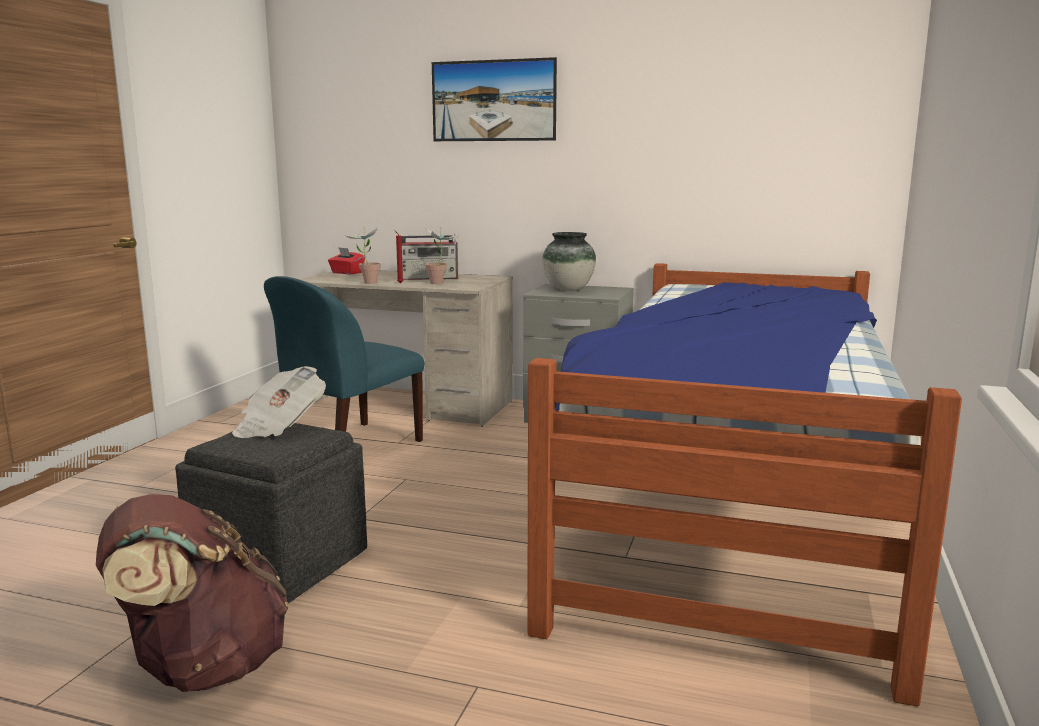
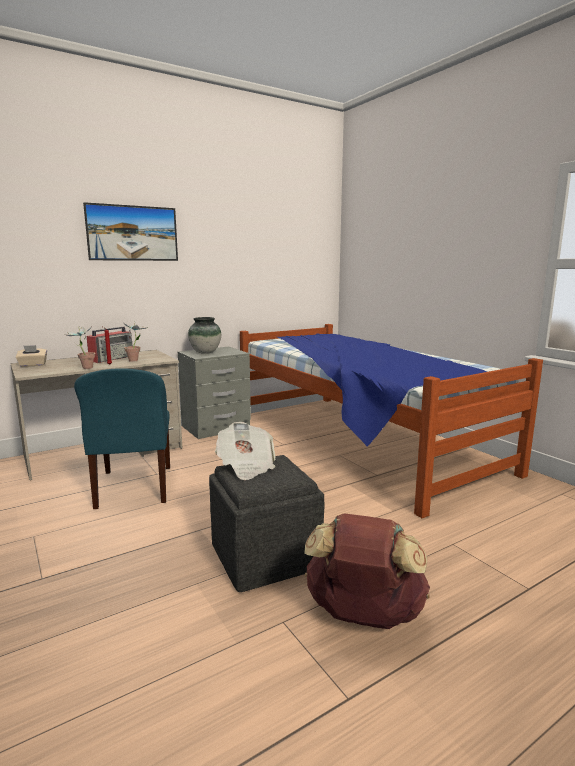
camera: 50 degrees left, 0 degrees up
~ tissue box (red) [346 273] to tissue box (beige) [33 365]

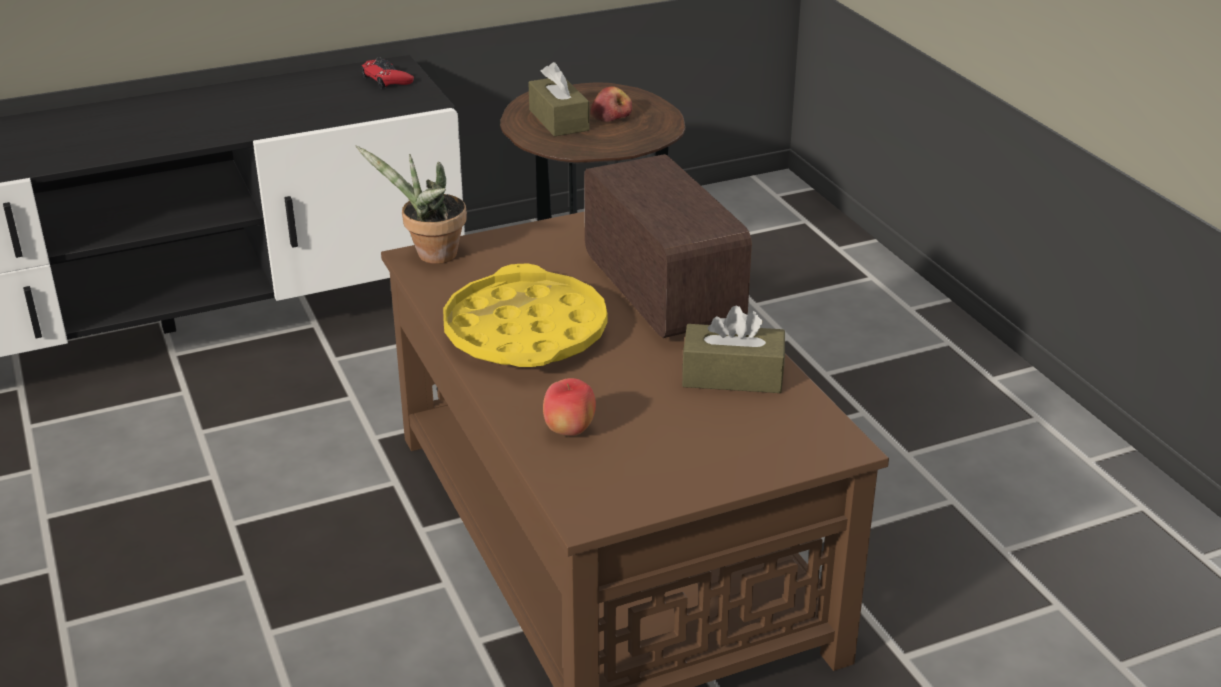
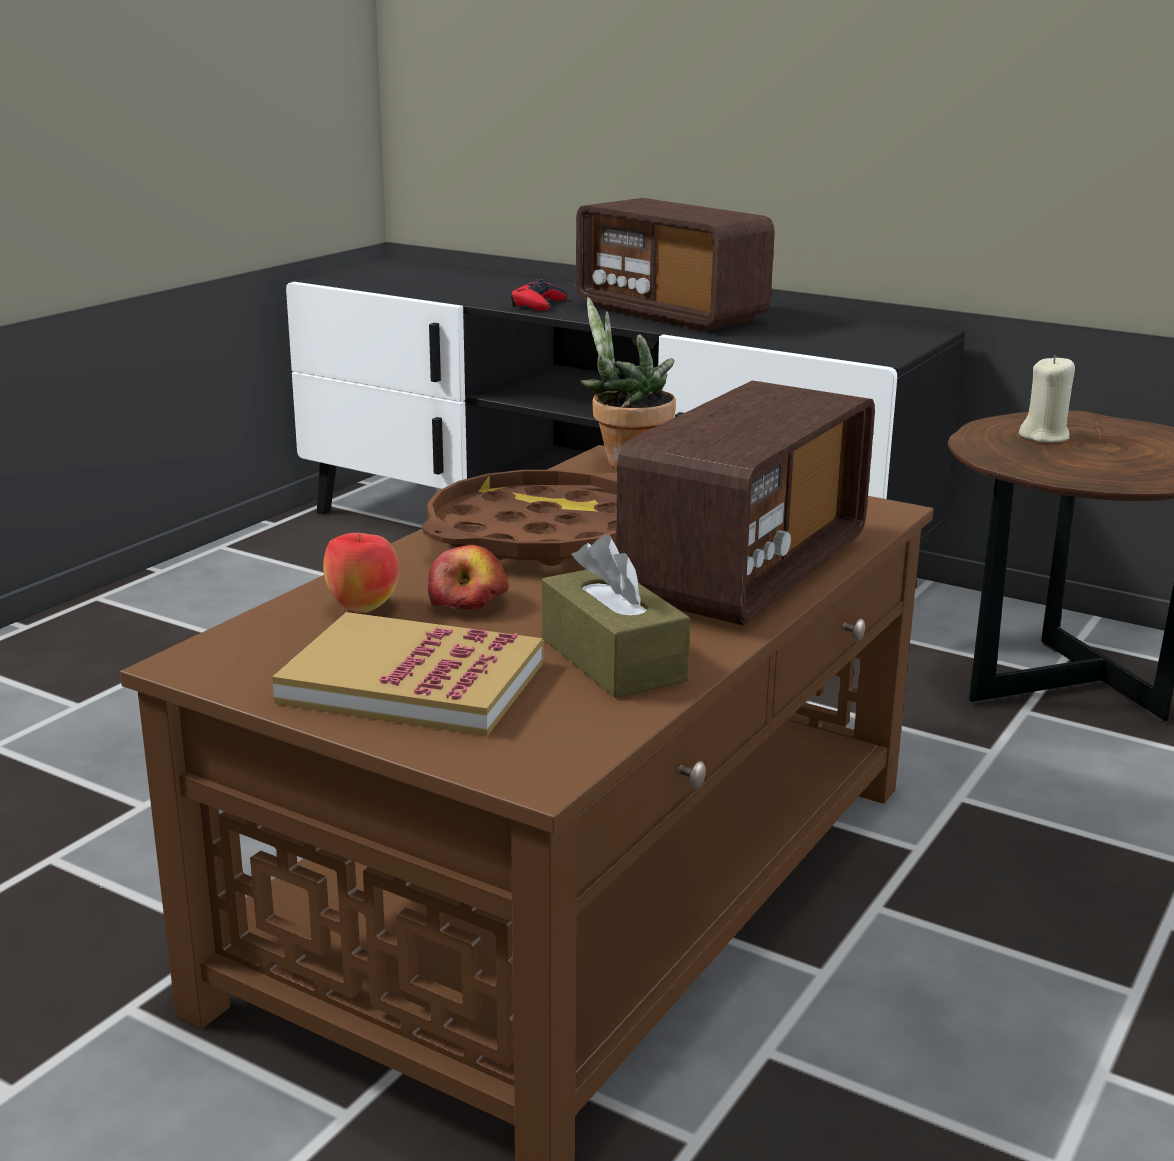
camera: 55 degrees right, 10 degrees down
+ book [413 682]
~ tray (yellow) [525 333] to tray (brown) [539 536]
~ apple [611 116] to [469 603]
~ game controller (red) [386 79] to [538 304]
+ radio [670 313]
~ tissue box (brown) [559 120] to candle (beige) [1044 436]

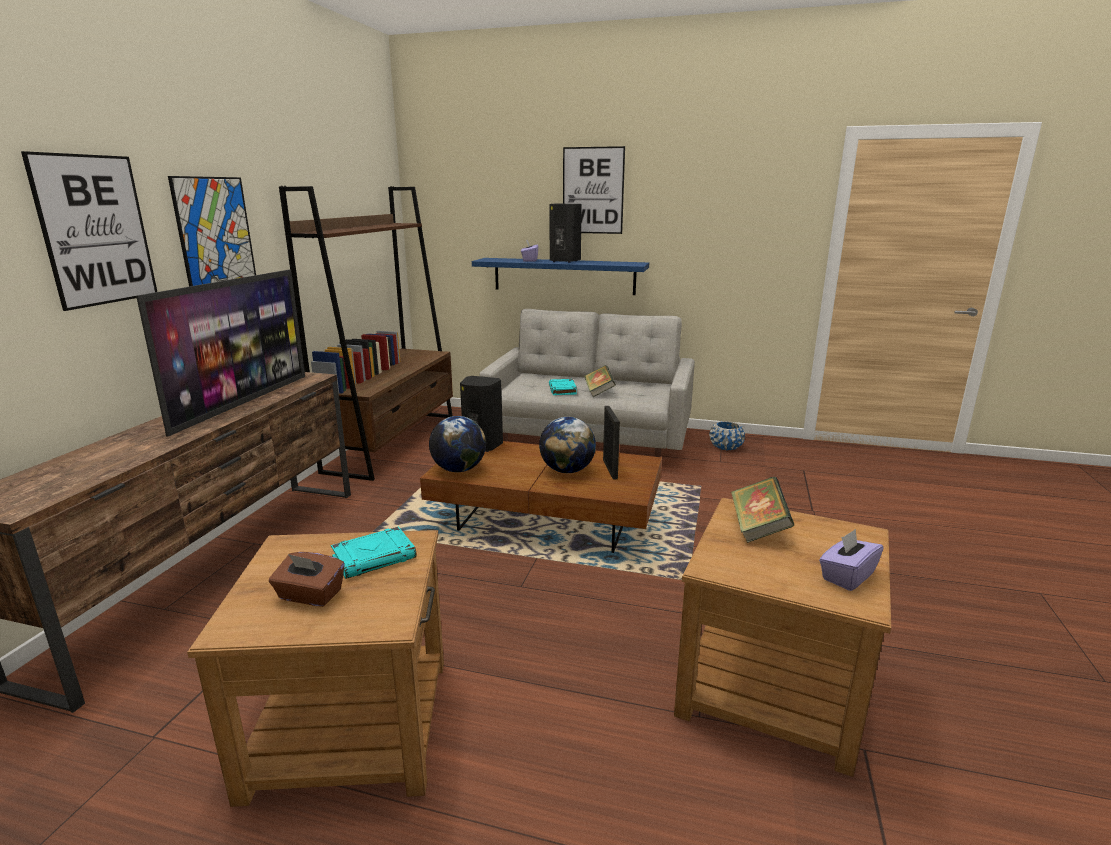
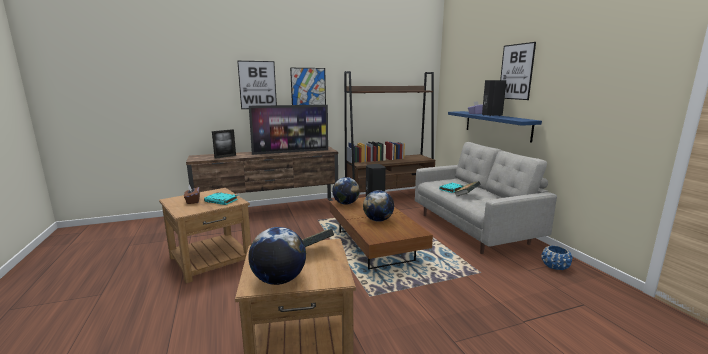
camera: 55 degrees right, 5 degrees down
~ picture frame [610 469] to [225 157]
~ tissue box (purple) [847 576] to globe [279 280]

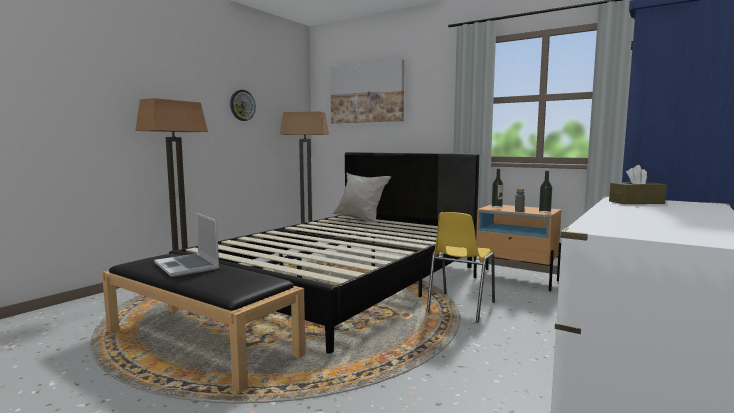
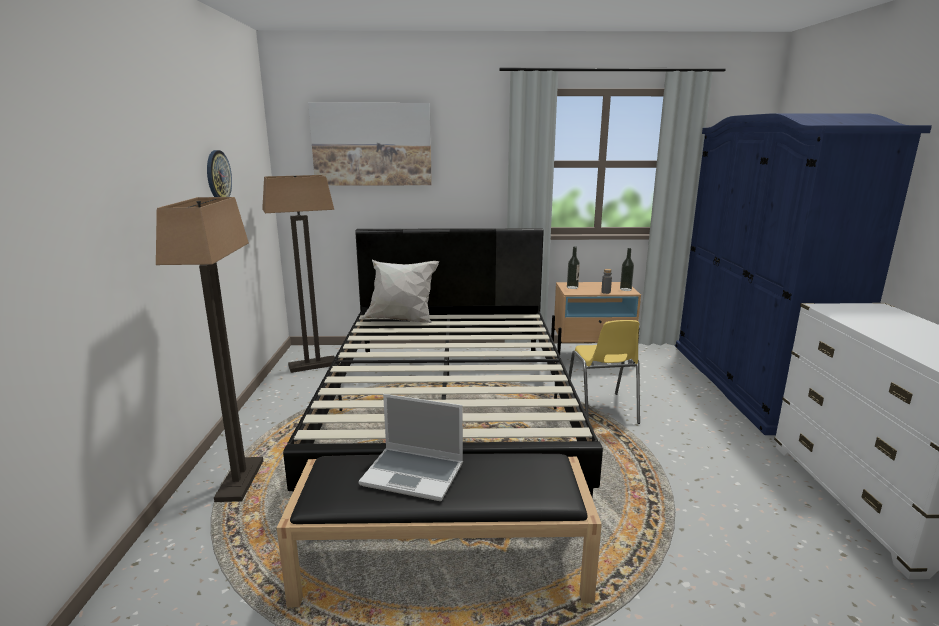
camera: 35 degrees left, 10 degrees up
- tissue box (brown) [636 202]

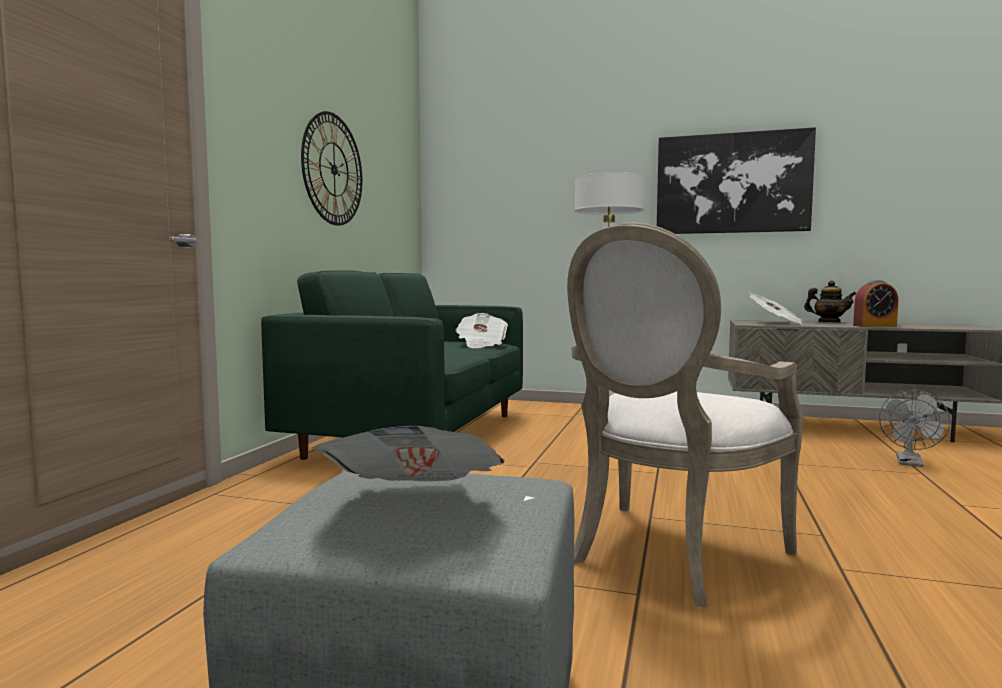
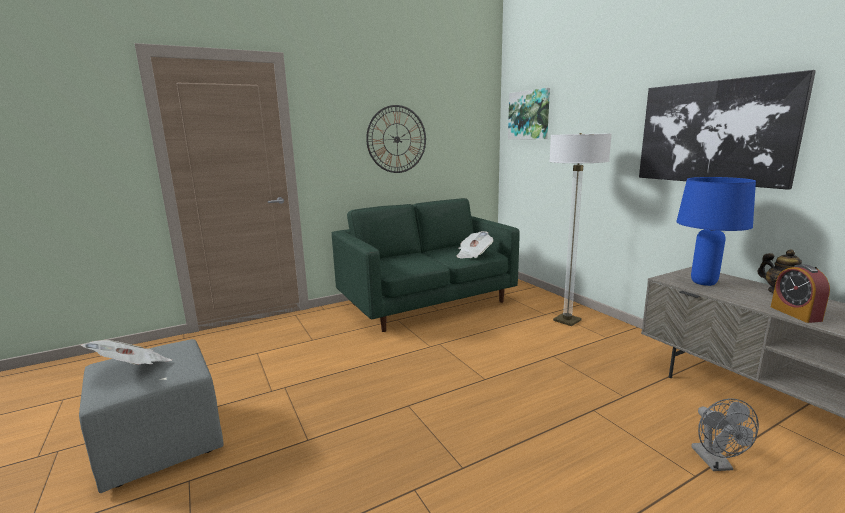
camera: 45 degrees right, 10 degrees up
+ picture [529 115]
~ newspaper [776 323] to table lamp (blue) [704 283]
~ fan (grey) [910 463] = [716 463] 75 degrees counterclockwise
~ alarm clock [874 326] = [795 313] 45 degrees clockwise
- armchair [665 555]

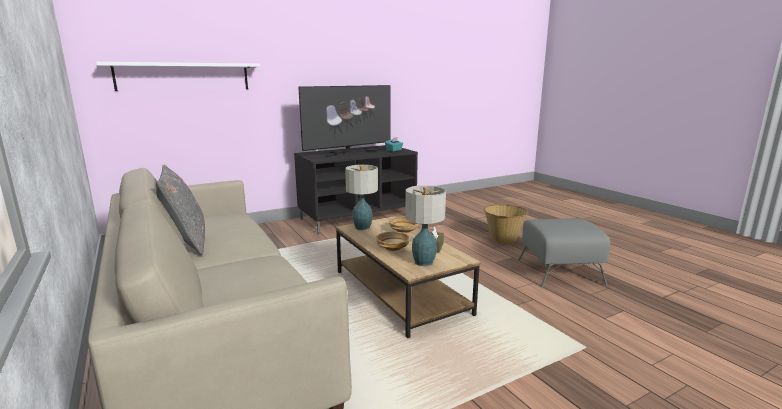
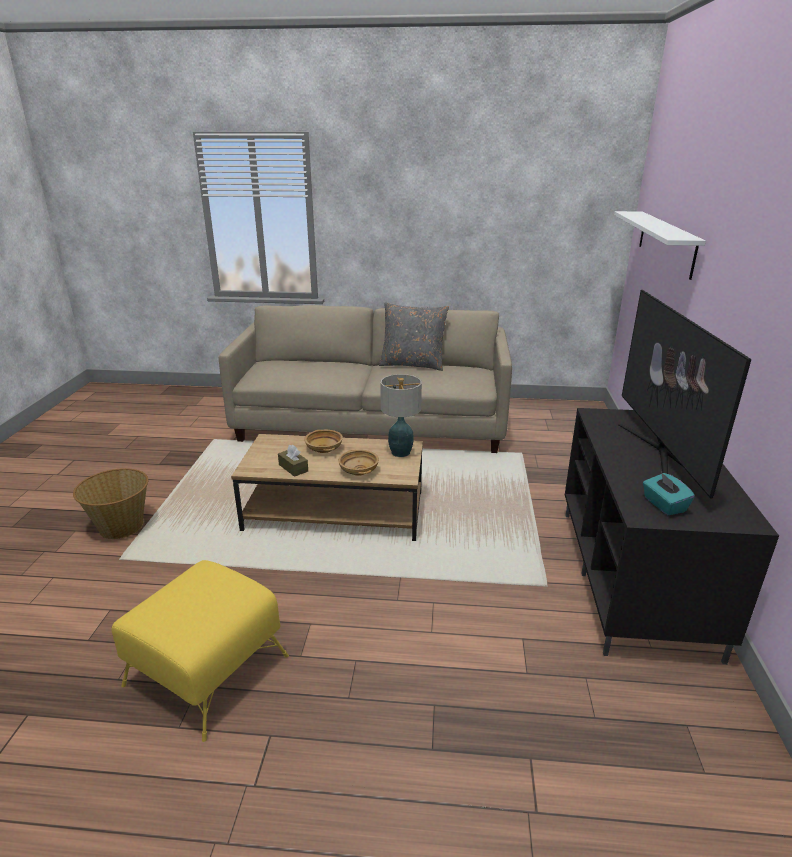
camera: 125 degrees right, 10 degrees up
~ basket [503 239] to [121 526]
~ ottoman (grey) [560 271] to ottoman (yellow) [206 671]
- table lamp [424 262]

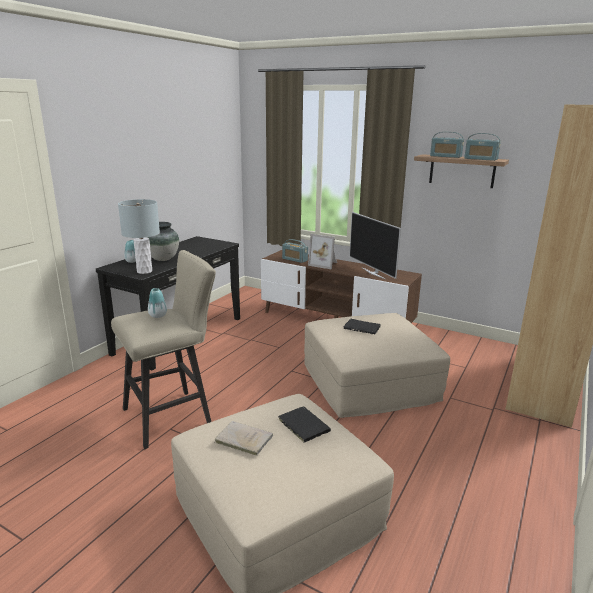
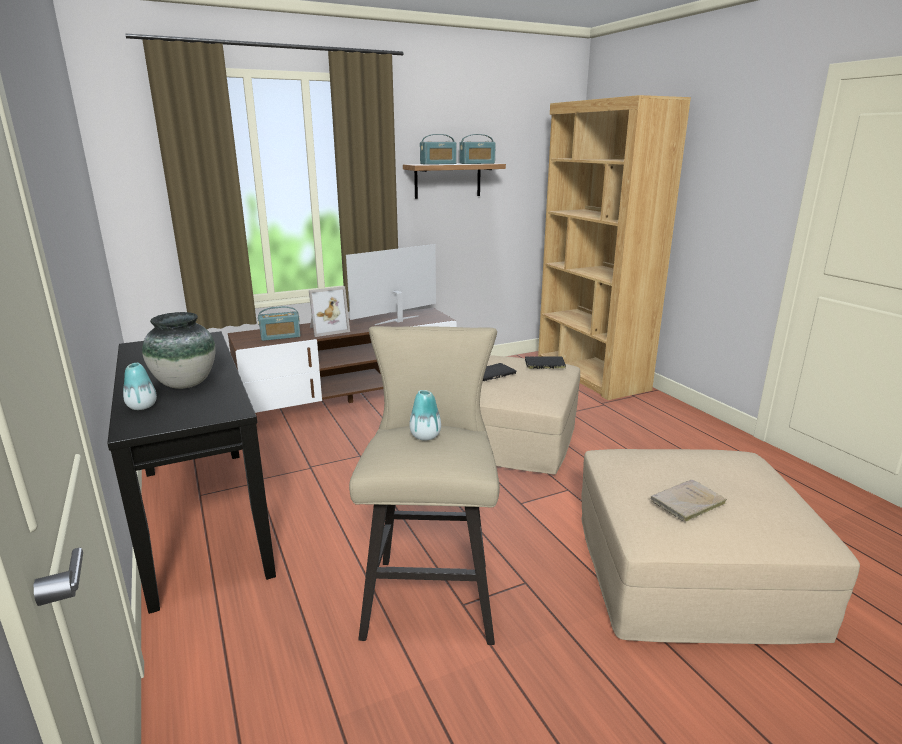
camera: 55 degrees left, 0 degrees up
~ television [373 273] = [397 320] 135 degrees clockwise
~ book (black) [302 425] to [543 364]
- table lamp (grey) [144 271]

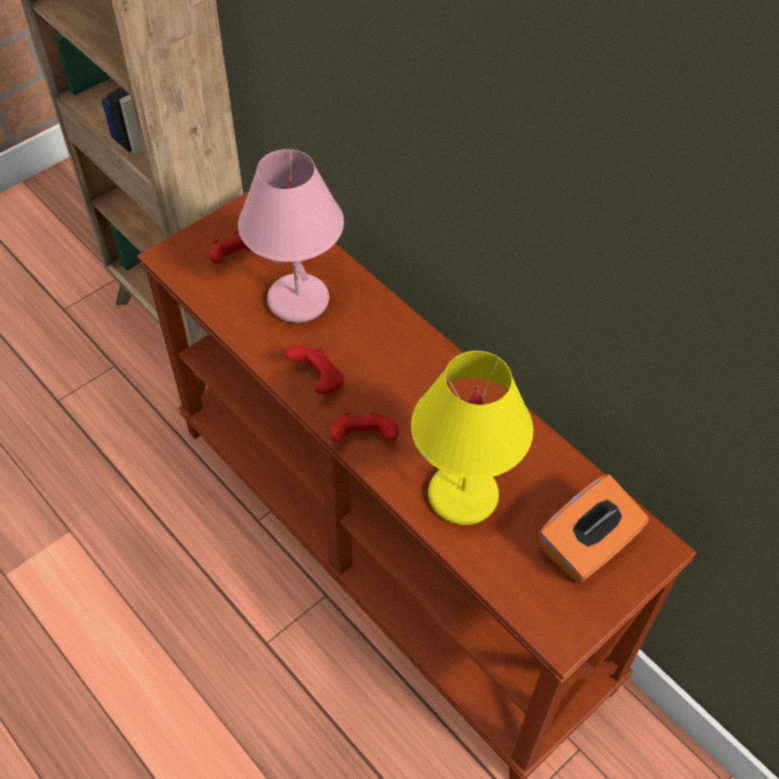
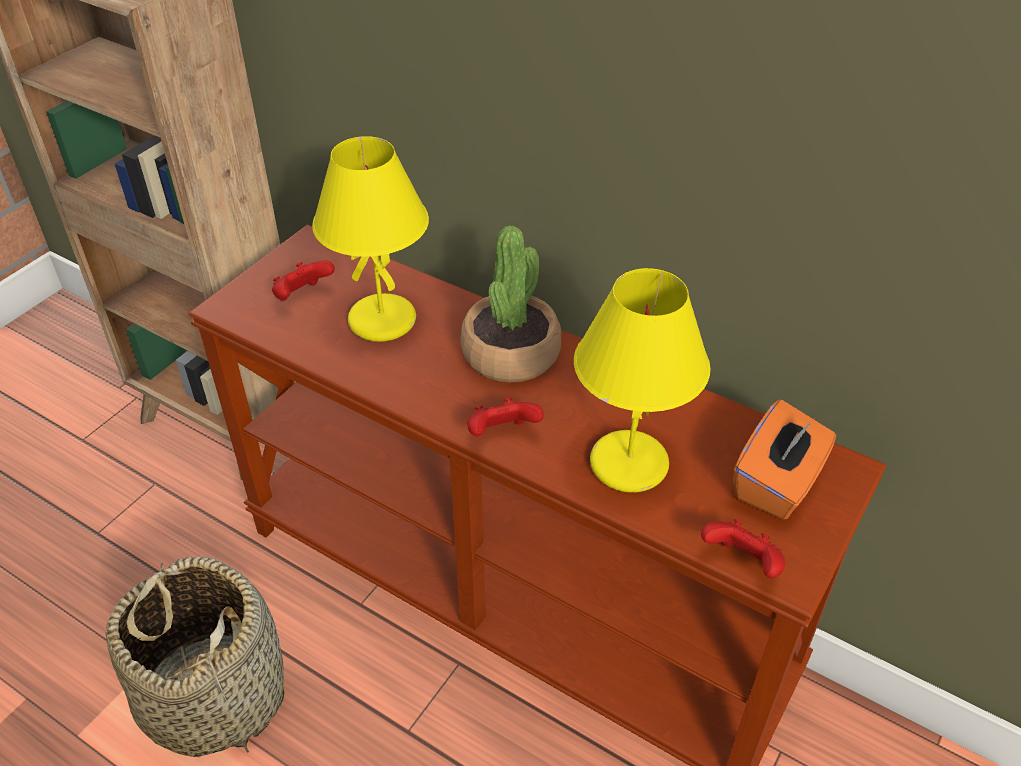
camera: 15 degrees left, 10 degrees down
+ basket [214 694]
~ table lamp (pink) [299 300] to table lamp (yellow) [384 320]
+ potted plant [511 353]
~ game controller (red) [318 381] to [742 563]

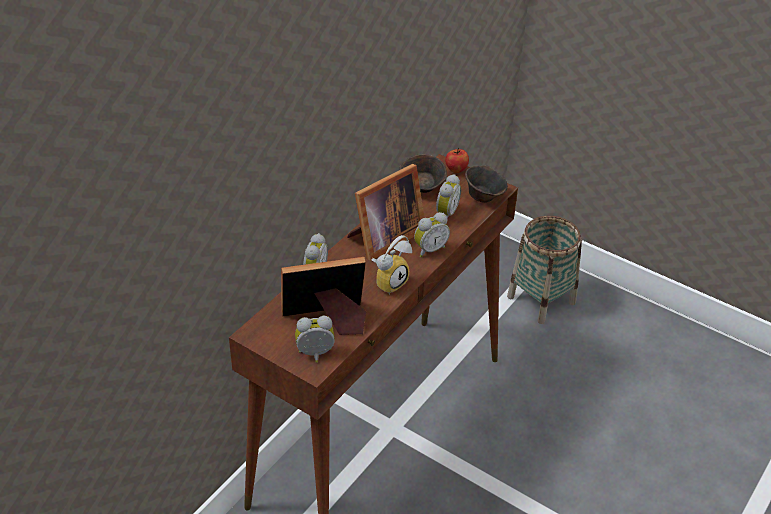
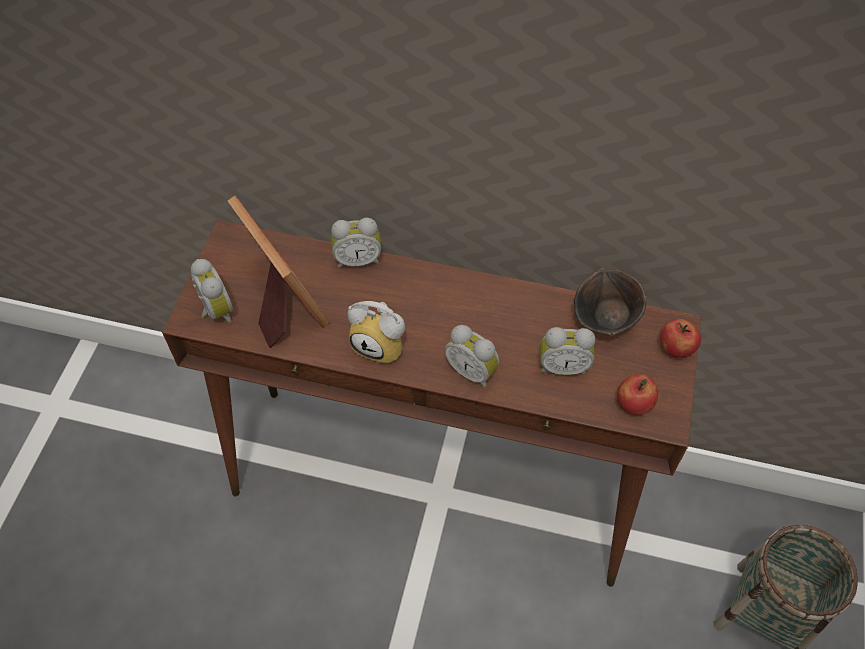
camera: 70 degrees right, 15 degrees up
~ bowl (brown) [483 196] to apple [633 404]
- picture frame [383 238]

